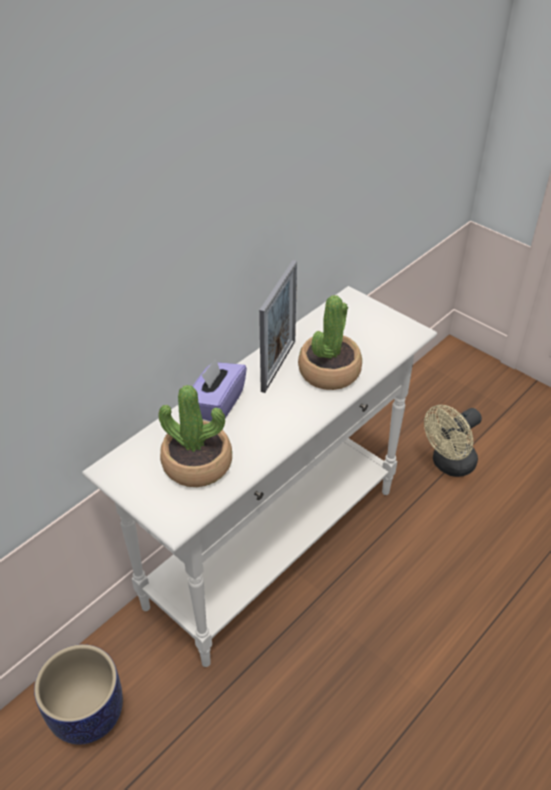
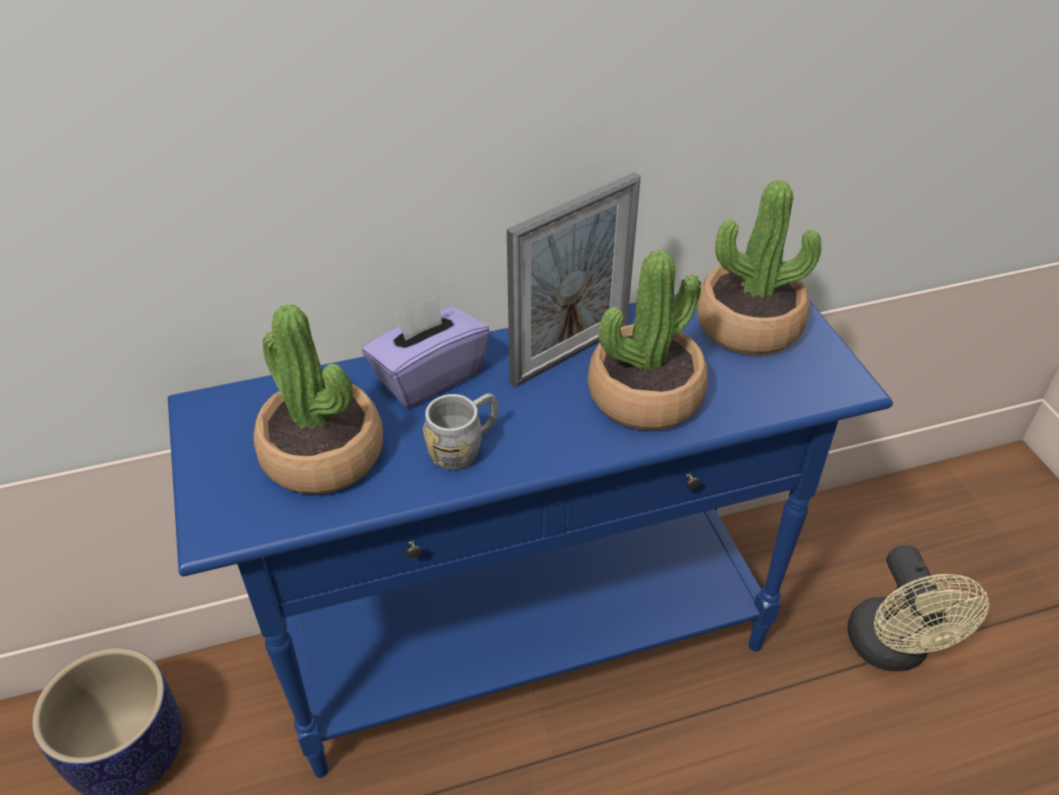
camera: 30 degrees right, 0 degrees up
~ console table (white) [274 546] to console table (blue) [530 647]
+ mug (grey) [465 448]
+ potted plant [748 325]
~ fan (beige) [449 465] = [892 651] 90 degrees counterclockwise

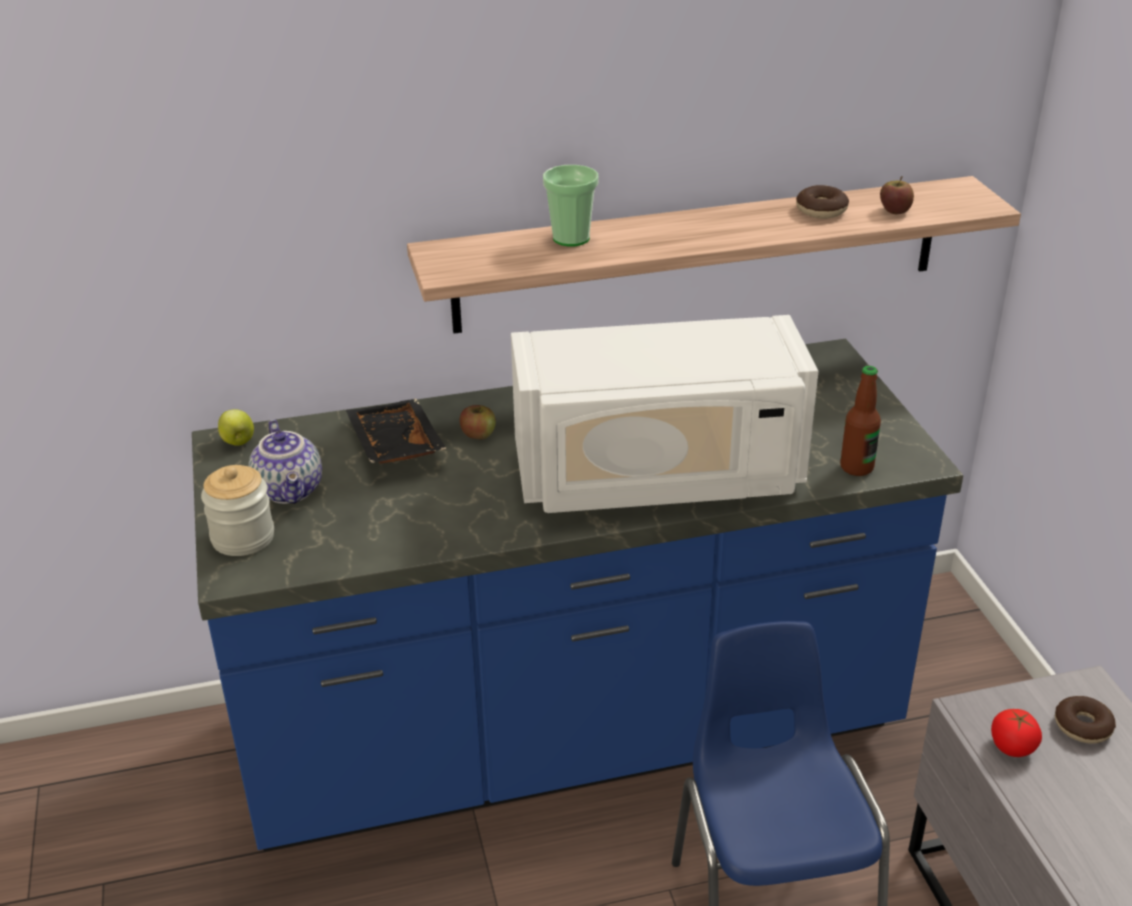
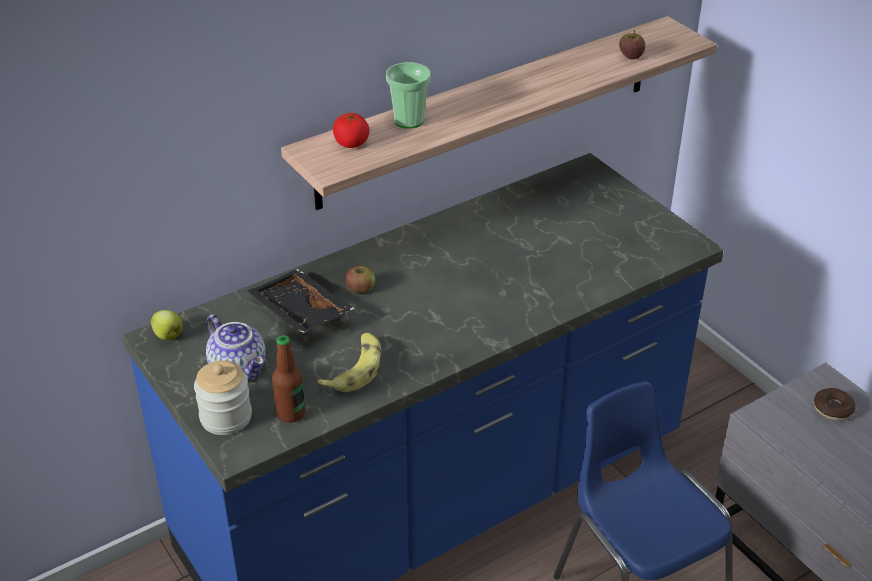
camera: 20 degrees left, 5 degrees up
~ bottle [856 467] to [291 413]
+ banana [355 369]
~ tomato [1012 747] to [351 143]
- microwave (white) [659 476]
- donut [821 210]

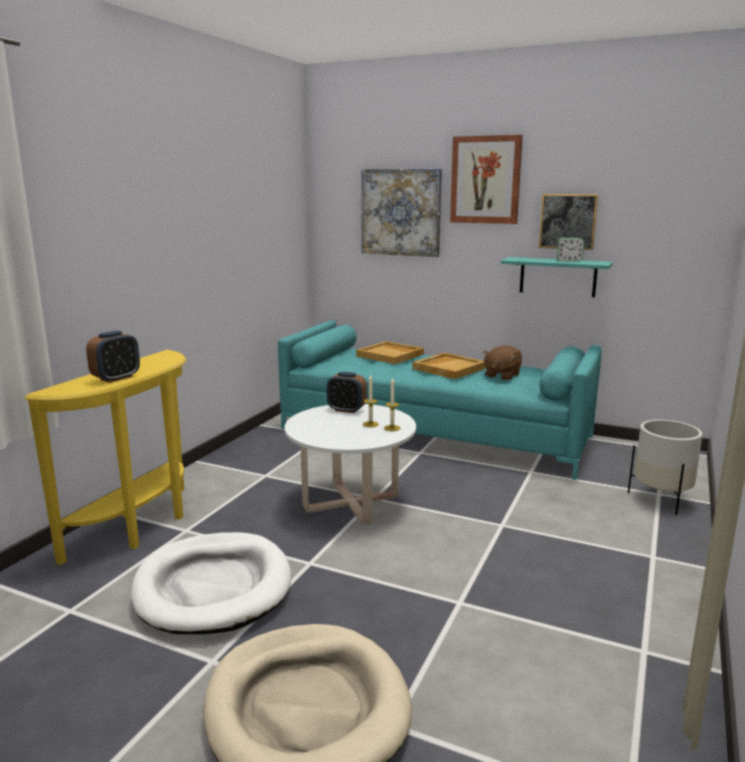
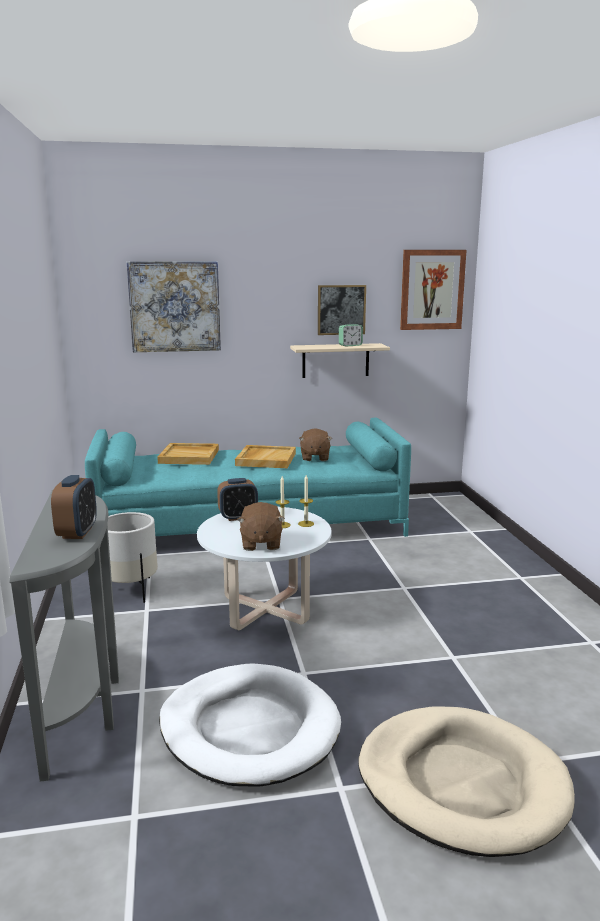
camera: 35 degrees left, 0 degrees up
~ console table (yellow) [142 526] to console table (grey) [85 705]
~ planter (white) [661 499] to [131 590]
+ plush toy (brown) [260 543]
~ shelf (turquoise) [558 277] to shelf (beige) [335 360]
~ picture [485 180] to [432 290]

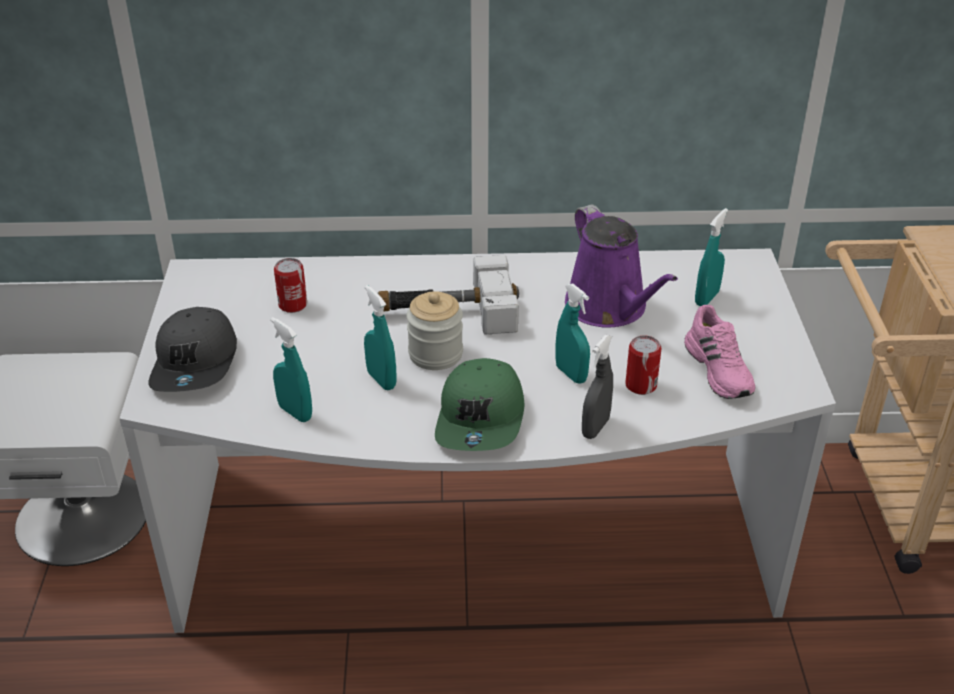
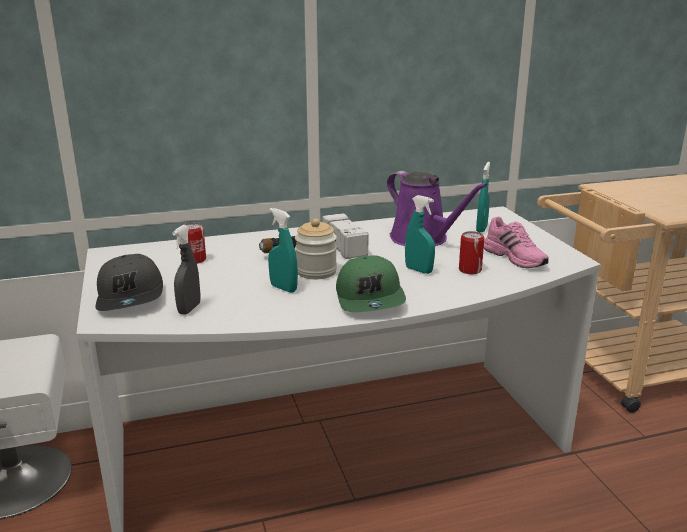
camera: 15 degrees left, 15 degrees down
~ spray bottle (grey) [595 428] to [189 309]
- spray bottle (turquoise) [295 412]

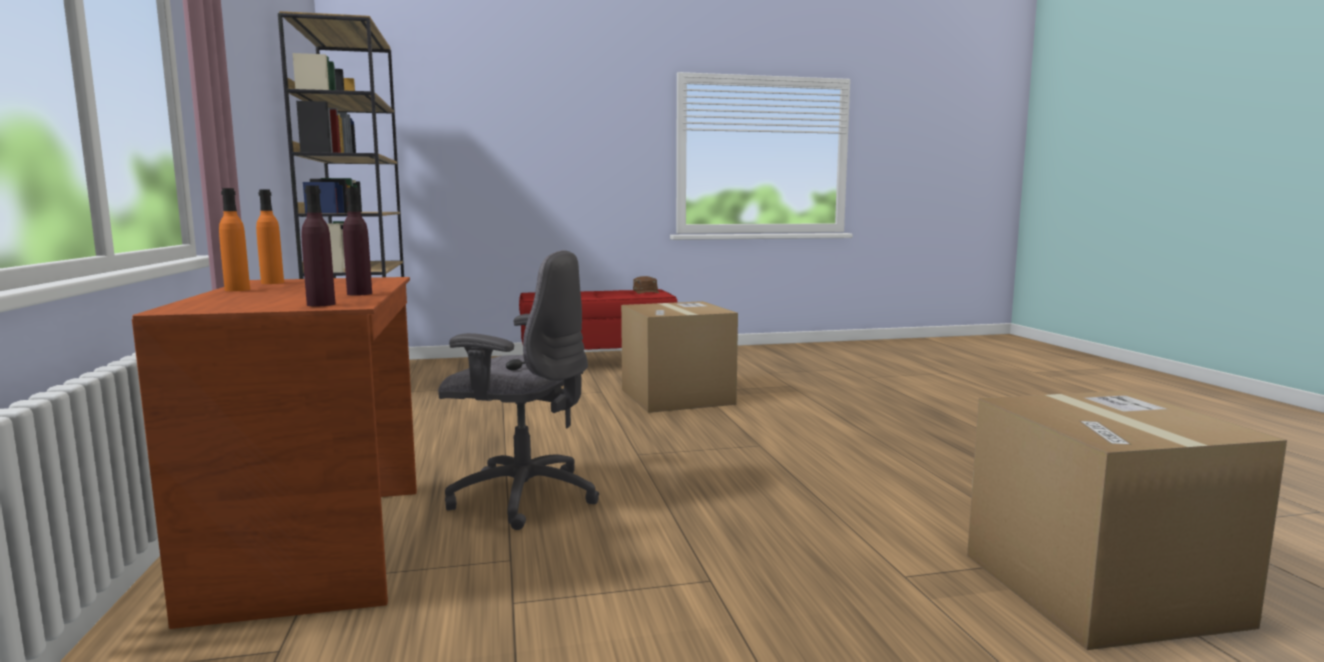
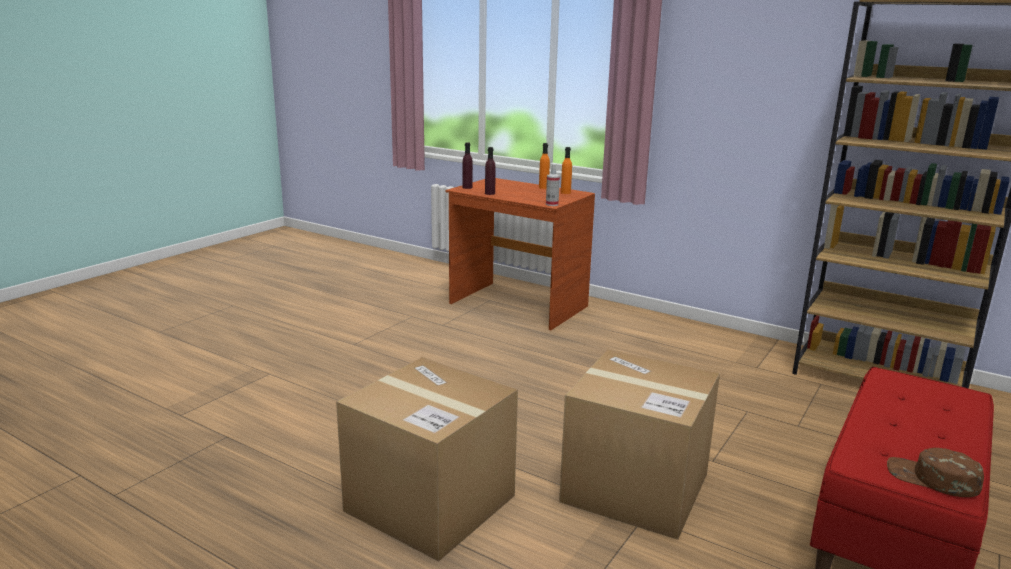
camera: 135 degrees right, 10 degrees up
~ cardboard box [1099 589] to [430 503]
+ spray bottle [552 204]
- office chair (grey) [522 497]

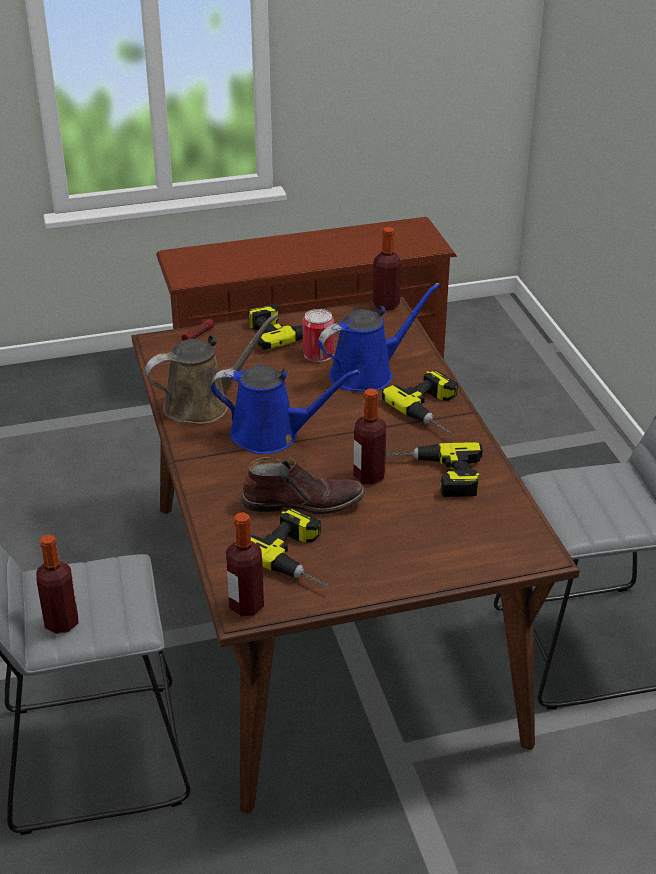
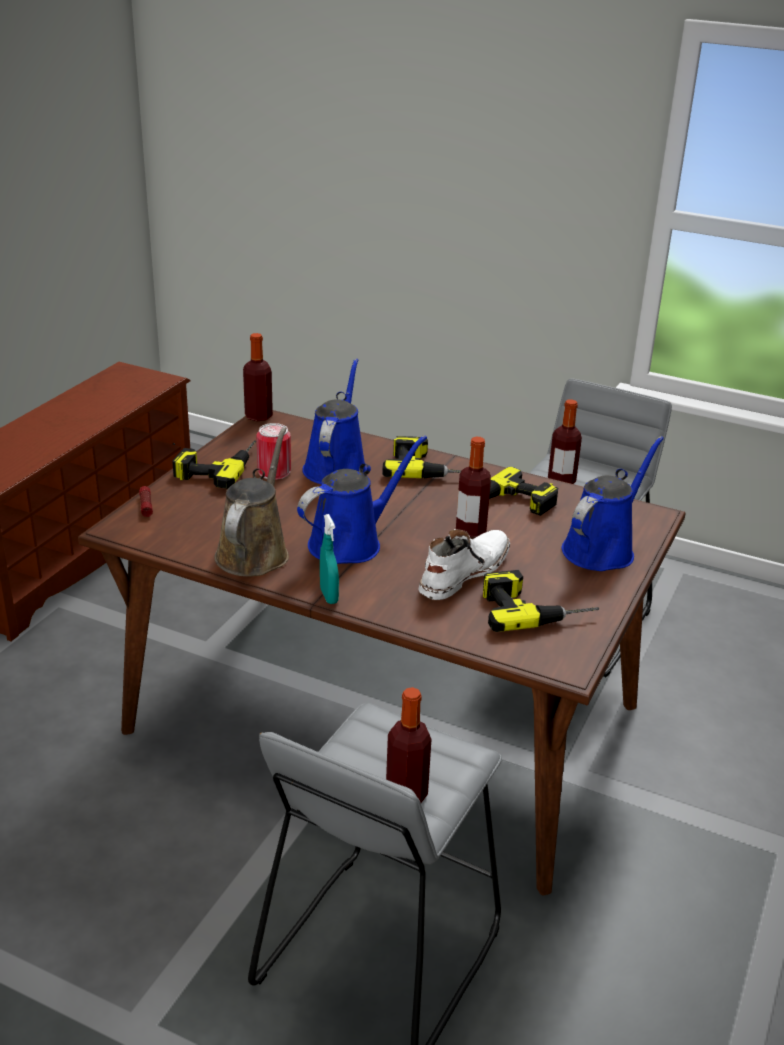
camera: 50 degrees left, 5 degrees down
+ spray bottle (turquoise) [329 596]
~ boot (brown) [303 502] to boot (white) [463 572]
~ bottle [246 605] to [561 481]
+ watering can (blue) [602 548]

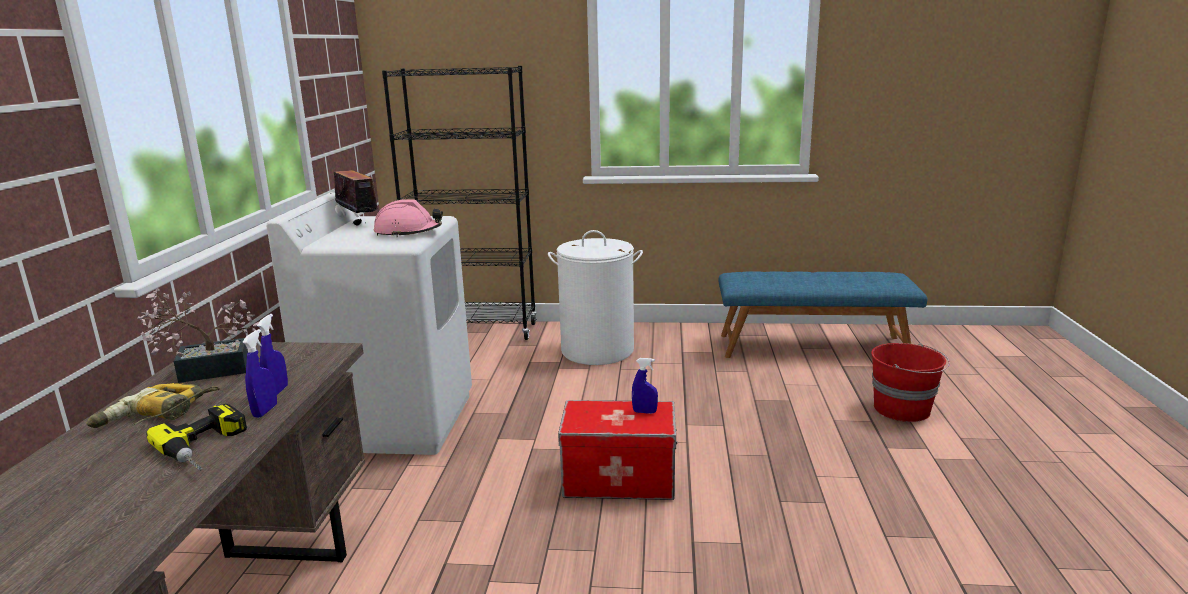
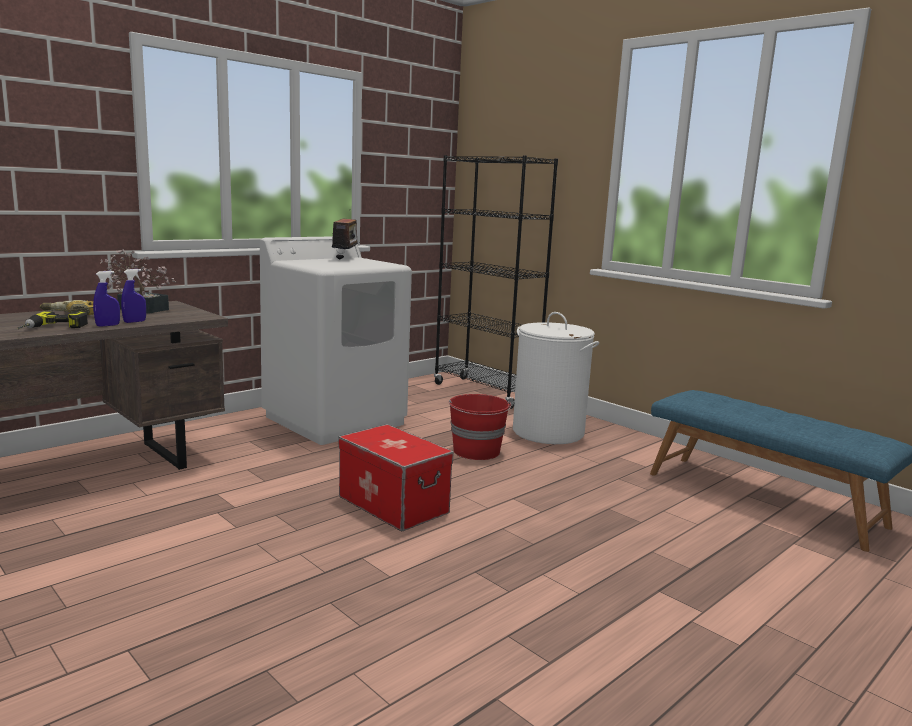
camera: 40 degrees right, 5 degrees down
~ bucket (red) [903 409] to [477 451]
- hard hat (pink) [408 232]
- spray bottle (blue) [644 412]

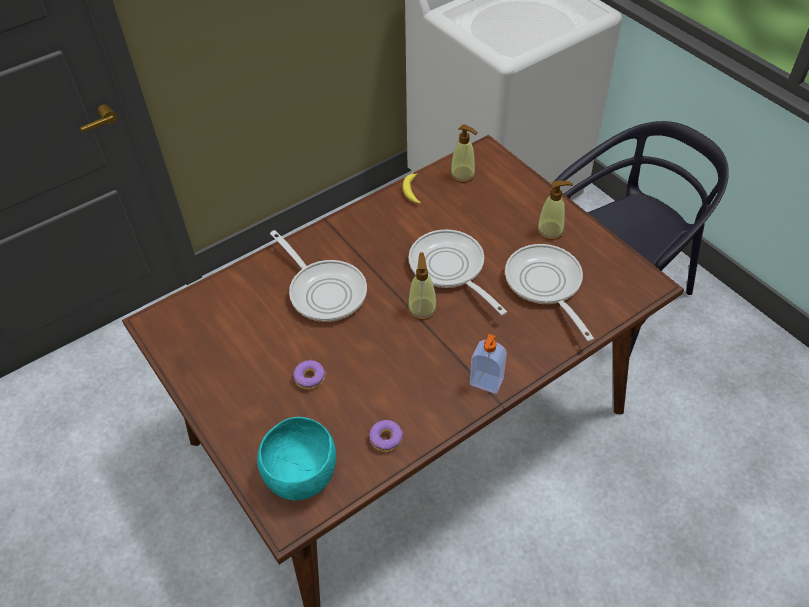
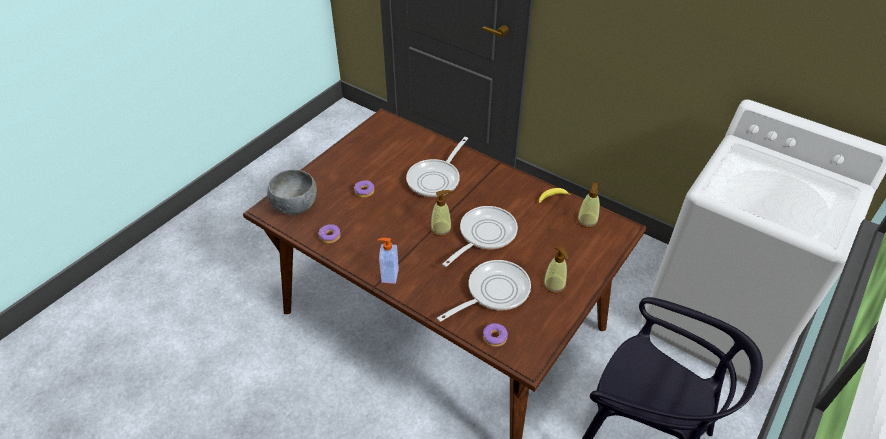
camera: 70 degrees right, 5 degrees down
~ bowl (turquoise) [301 476] to bowl (grey) [295 207]
+ donut [495 337]

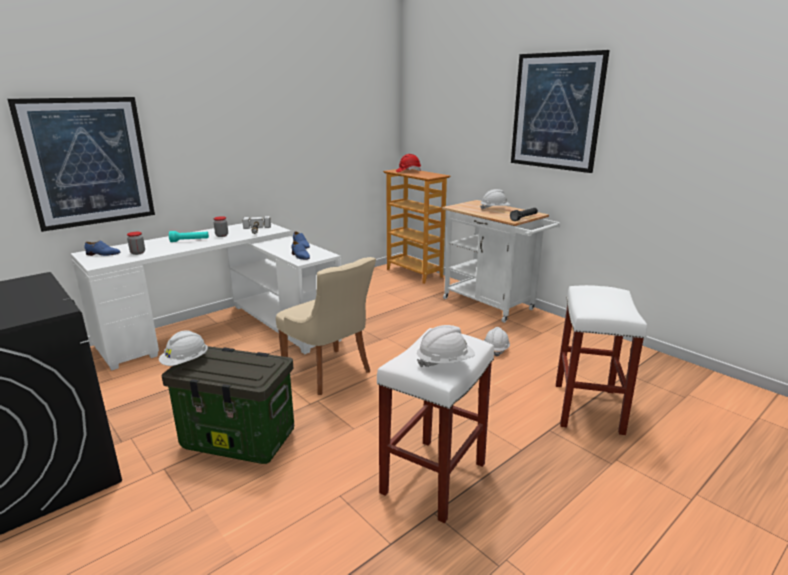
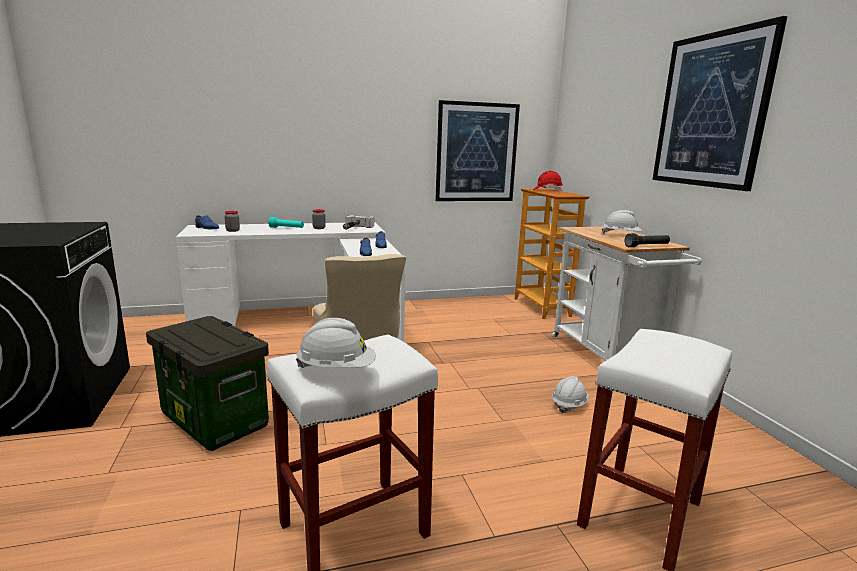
camera: 25 degrees right, 5 degrees down
~ picture [88 162] to [476 152]
- hard hat (white) [185 362]

